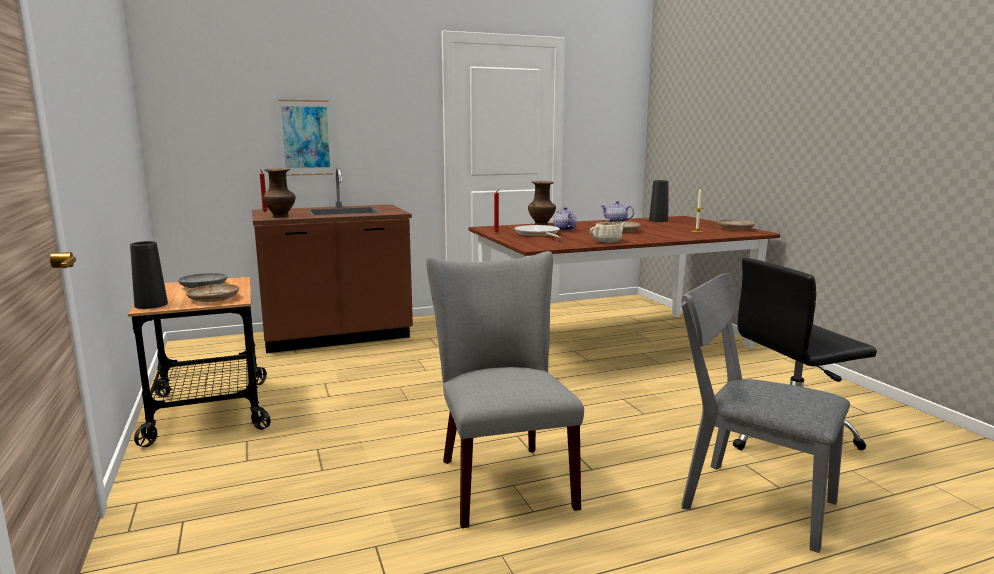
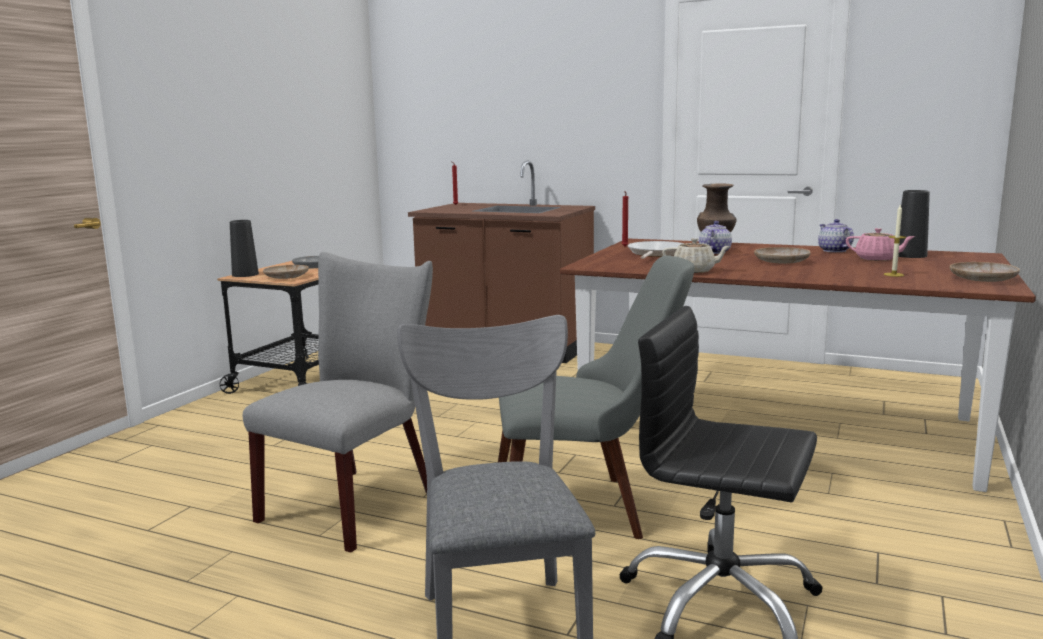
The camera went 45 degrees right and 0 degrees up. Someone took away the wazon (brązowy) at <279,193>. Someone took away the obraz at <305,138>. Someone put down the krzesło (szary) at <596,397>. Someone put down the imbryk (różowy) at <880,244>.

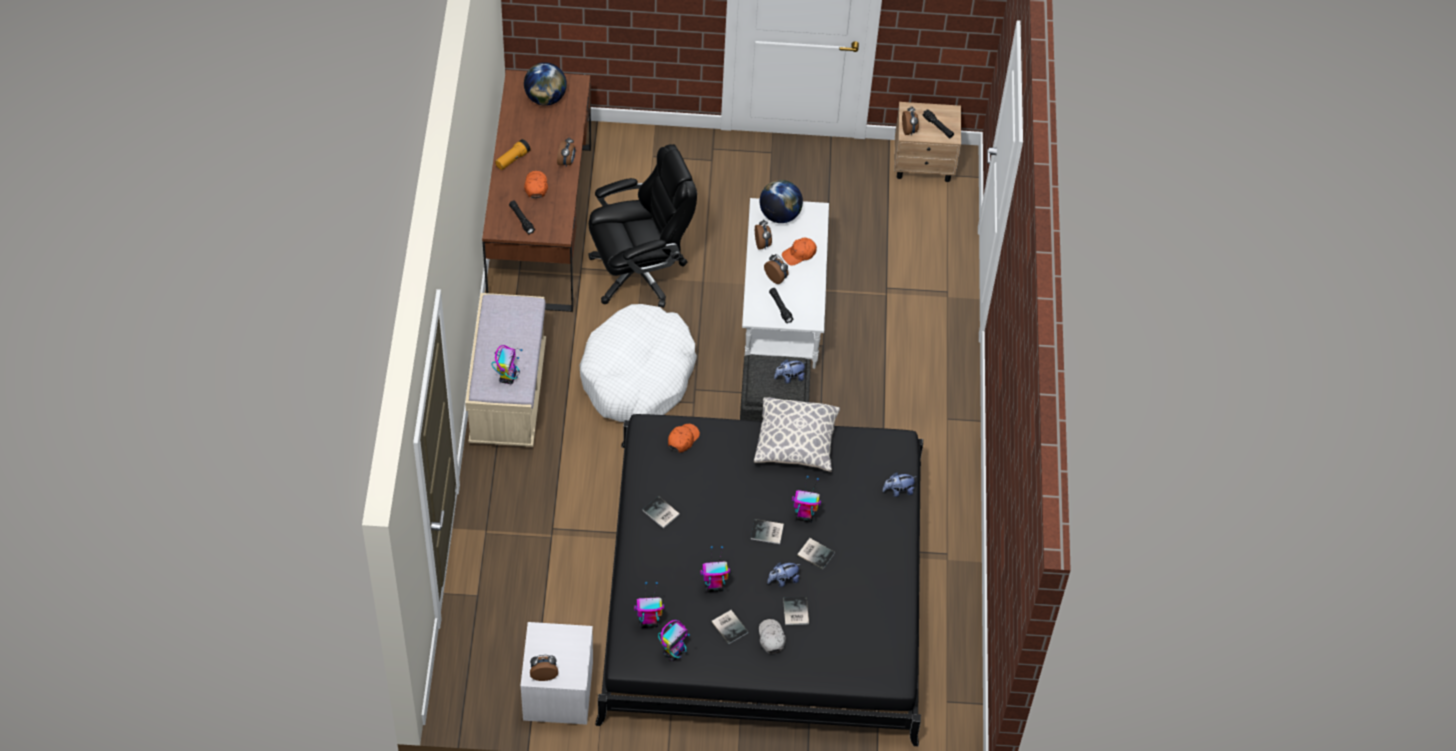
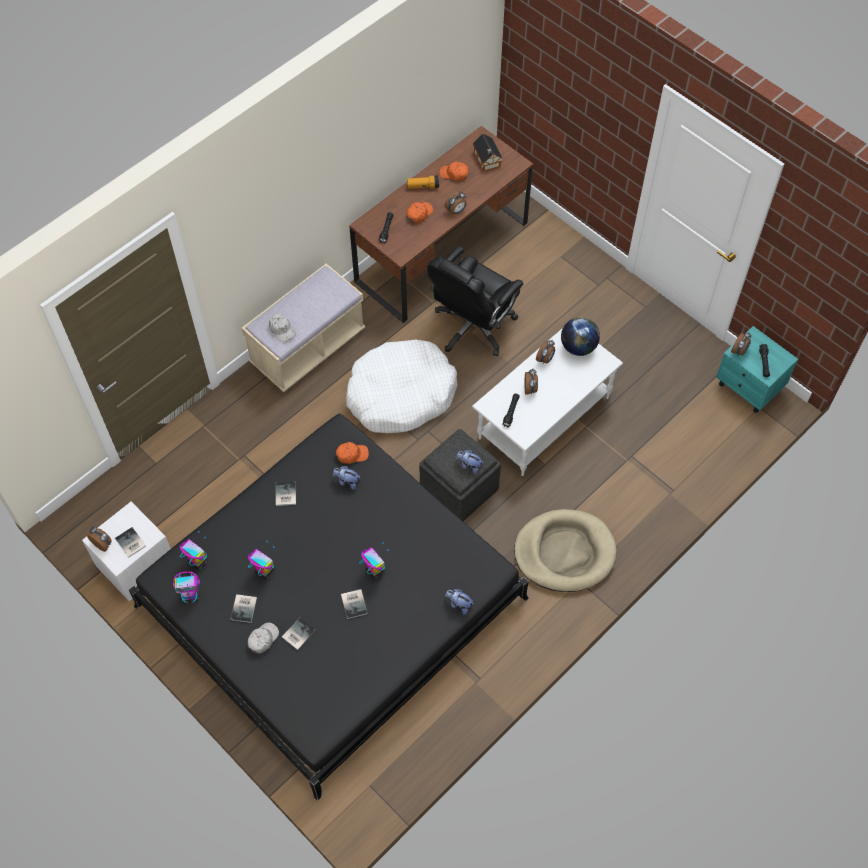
The camera went 45 degrees right and 5 degrees up. Someone took away the poduszka at <797,434>. Someone put down the legowisko (beżowy) at <565,550>. Someone carried the książka from <767,531> to <130,542>. Someone carried the pluszak from <783,575> to <346,478>. Someone carried the czapka z daszkiem (pomarańczowy) from <799,251> to <454,171>. Someone swapped the robot zabawkowy at <507,364> for the czapka z daszkiem (biały) at <282,328>. Someone swapped the globus at <545,84> for the domek at <488,152>. Someone repainted the szafka nocna (beżowy) at <927,142>, which became the szafka nocna (turkusowy) at <757,369>. Someone rotated the krzesło biurowe (czarny) at <642,226> by 105 degrees clockwise.

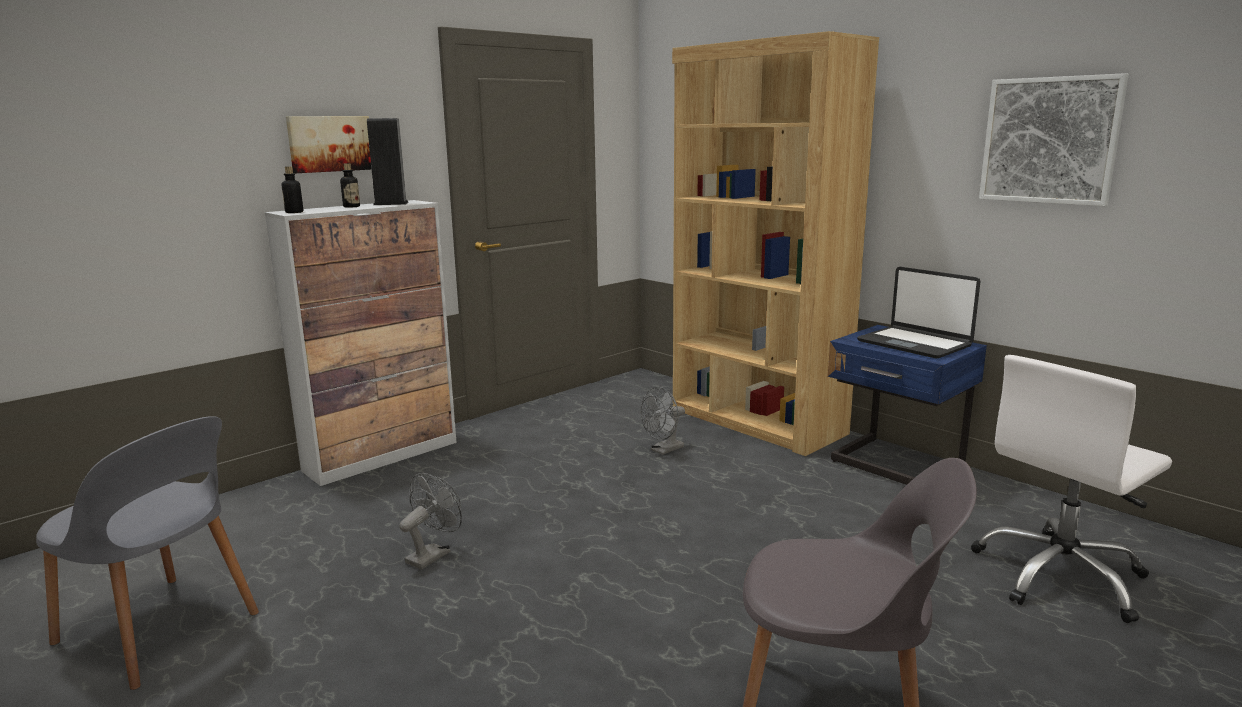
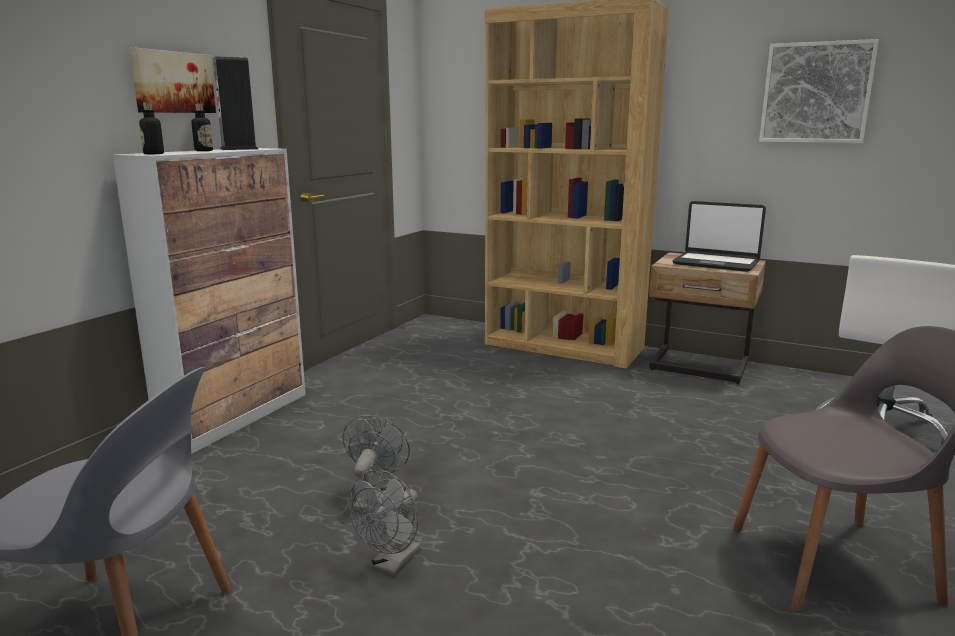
The camera went 20 degrees left and 0 degrees up. Someone carried the wentylator (szary) from <662,421> to <385,522>. Someone repainted the szafka nocna (niebieski) at <907,405>, which became the szafka nocna (beżowy) at <707,318>.

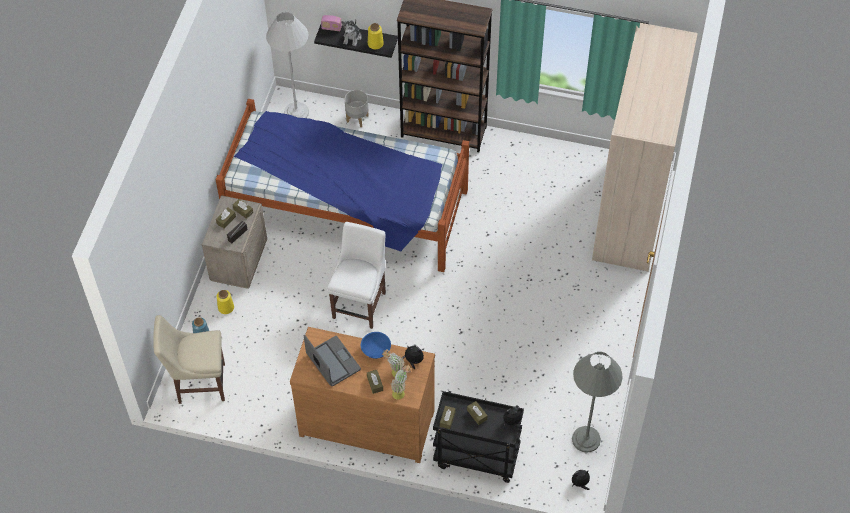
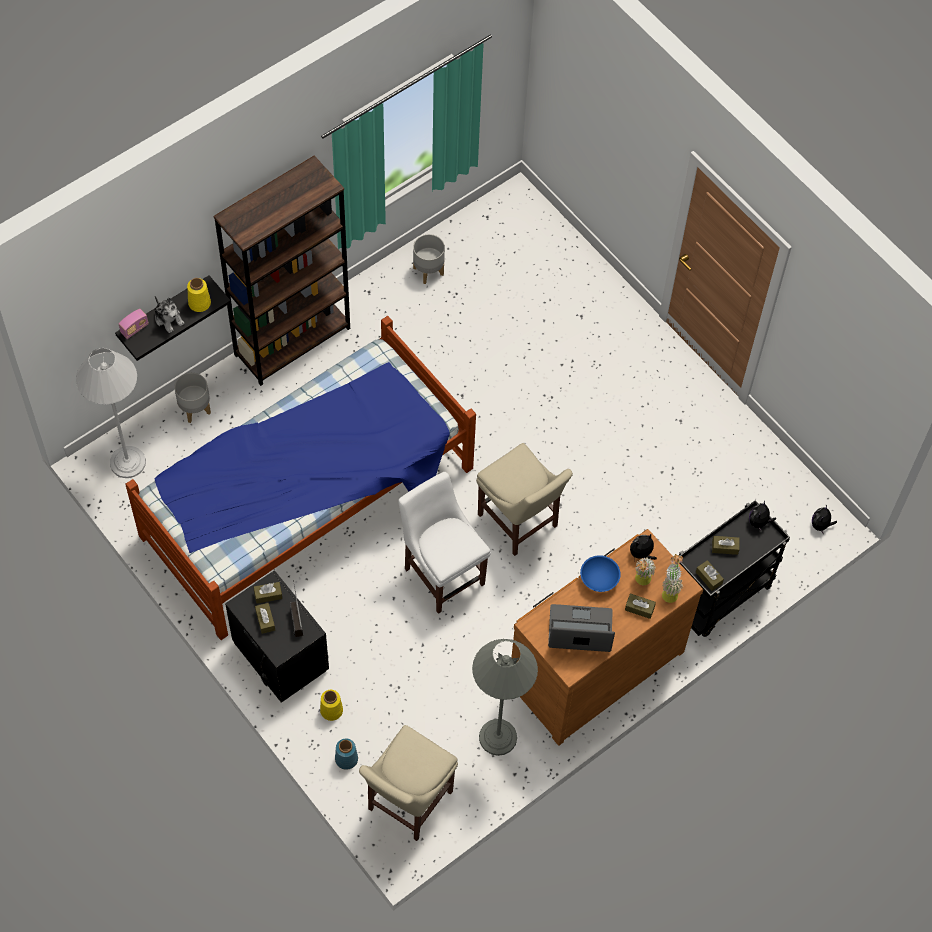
The camera went 55 degrees left and 5 degrees up. Someone took away the szafa (beżowy) at <645,147>. Someone put down the donica (szary) at <429,259>. Someone put down the krzesło (beżowy) at <524,499>. Someone carried the lampa stojąca (szary) from <597,402> to <505,697>. Someone repainted the szafka nocna (beżowy) at <234,242>, which became the szafka nocna (czarny) at <277,636>.

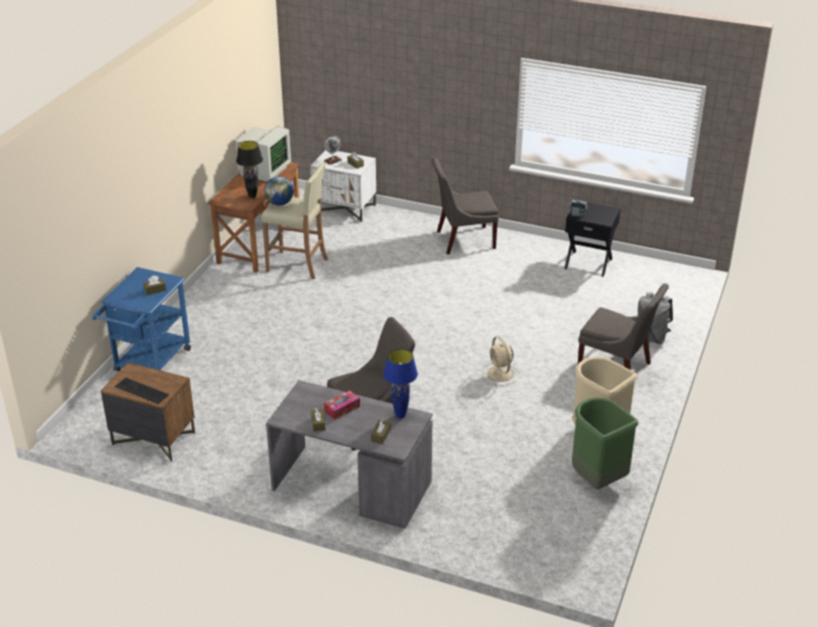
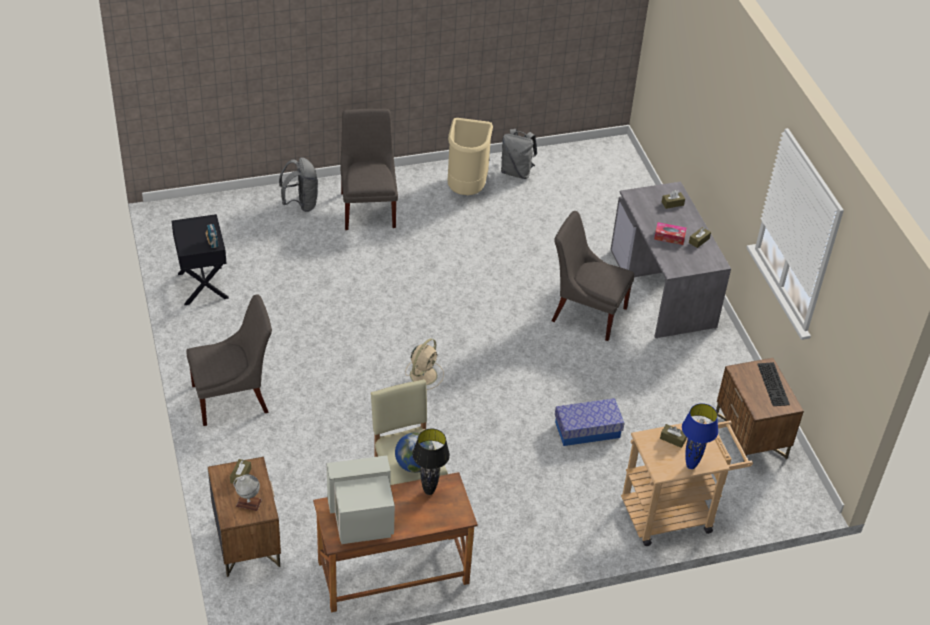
The camera went 130 degrees left and 10 degrees up. Someone put down the pojemnik do przechowywania at <590,422>. Someone carried the lampa stołowa (niebieski) from <400,384> to <700,436>. Someone carried the wentylator (beżowy) from <501,361> to <424,364>. Someone swapped the kosz na śmieci (zielony) at <605,443> for the plecak (szary) at <519,154>. Someone repainted the wózek (niebieski) at <141,319>, which became the wózek (beżowy) at <687,482>. Someone repainted the szafka nocna (biały) at <343,186>, which became the szafka nocna (brązowy) at <244,517>. Someone rotated the krzesło (szary) at <465,206> by 60 degrees counterclockwise.

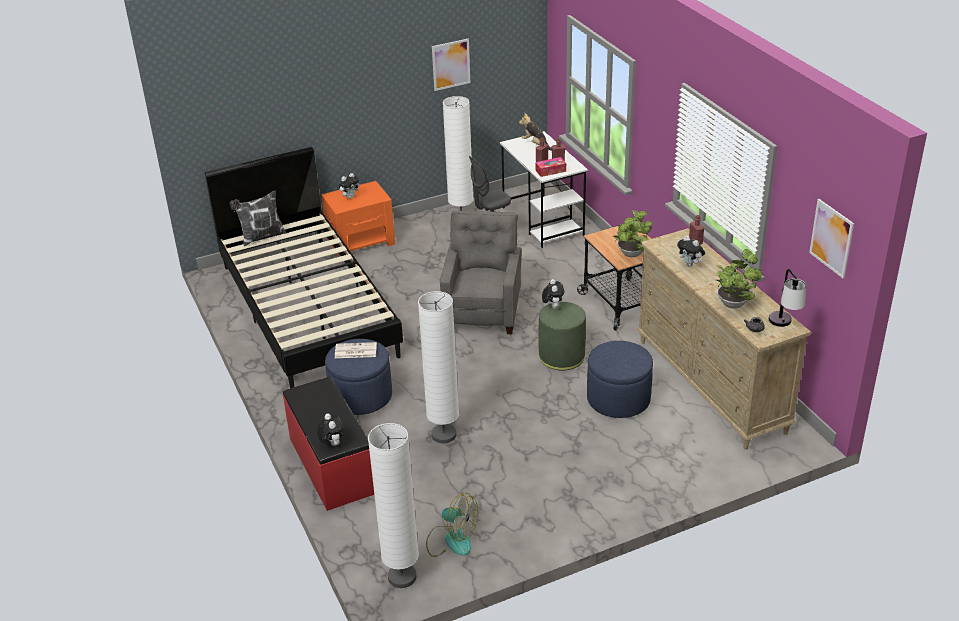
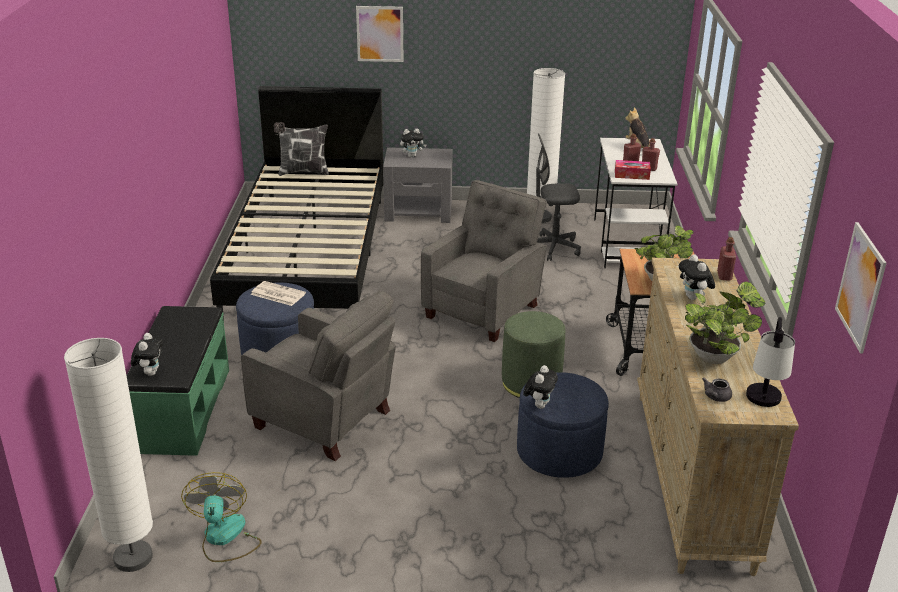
The camera went 25 degrees right and 5 degrees down. Someone carried the obraz from <451,65> to <379,34>. Someone carried the pluszak from <553,294> to <540,387>. Someone swapped the lampa stojąca (biały) at <438,367> for the fotel (szary) at <318,375>. Someone repainted the ławka (czerwony) at <328,443>, which became the ławka (zielony) at <177,381>. Someone repainted the szafka nocna (pomarańczowy) at <358,219>, which became the szafka nocna (szary) at <418,185>. Someone rotated the wentylator at <452,525> by 150 degrees counterclockwise.

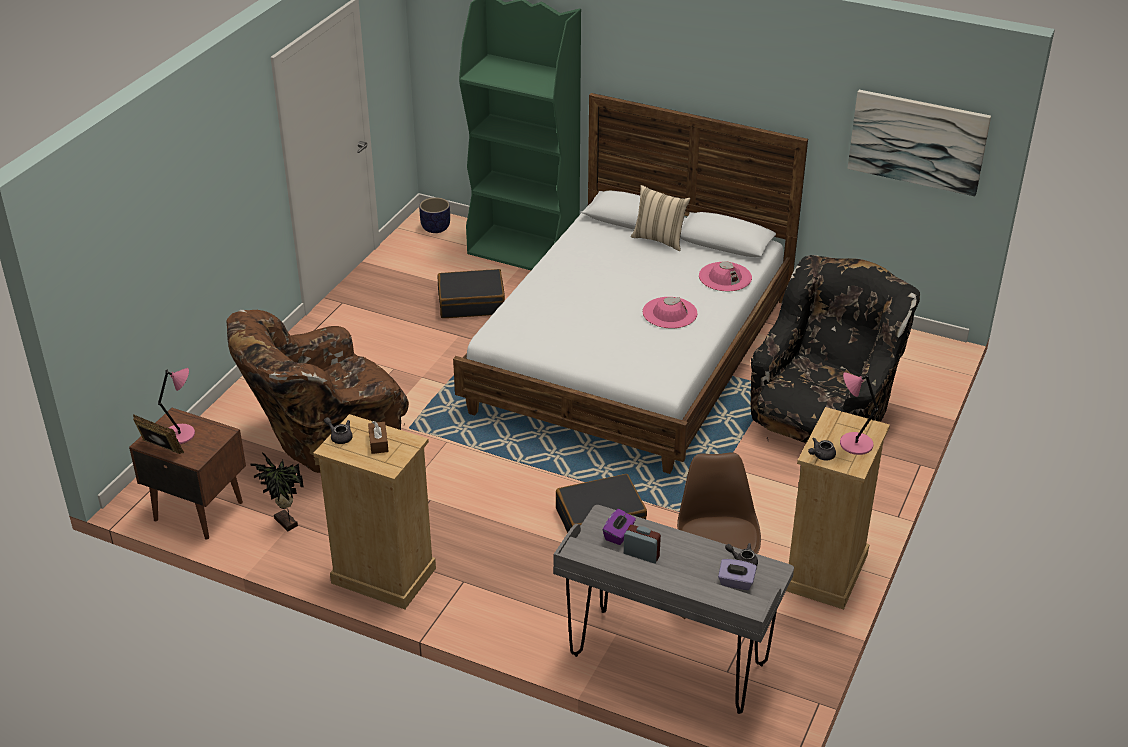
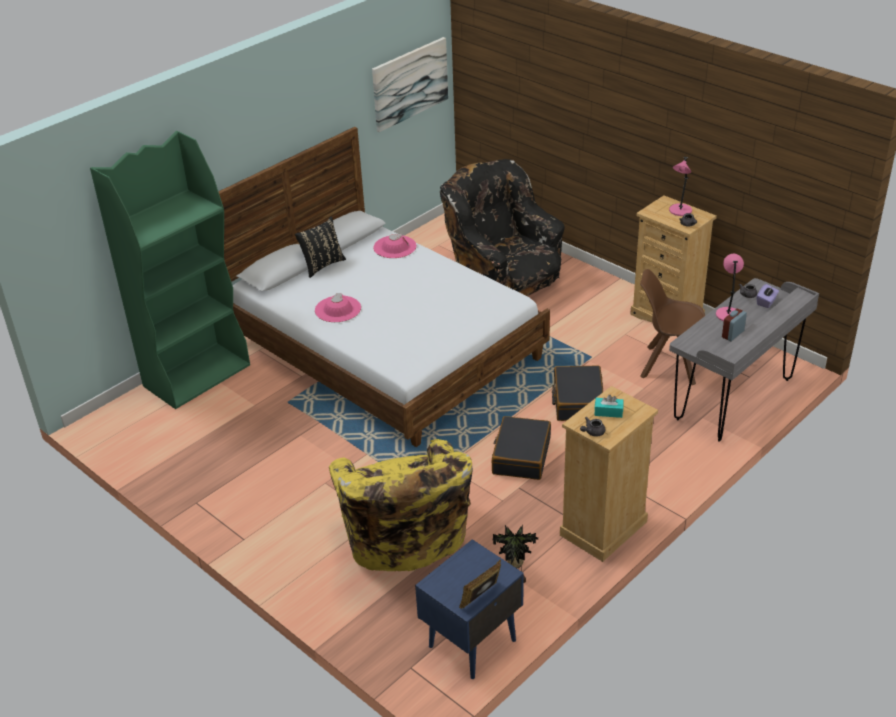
The camera went 70 degrees left and 0 degrees up. Someone took away the donica at <434,215>. Someone took away the pudełko chusteczek (fioletowy) at <619,527>. Someone carried the lampa stołowa (różowy) from <176,406> to <730,287>. Someone carried the walizka (czarny) from <471,293> to <521,448>. Someone carried the kapelusz (różowy) from <670,312> to <338,307>. Someone repainted the szafka nocna (brązowy) at <187,474>, which became the szafka nocna (niebieski) at <469,609>. Someone repainted the fotel (brązowy) at <317,391>, which became the fotel (żółty) at <401,505>. Someone repainted the pudełko chusteczek (brązowy) at <378,437>, which became the pudełko chusteczek (turkusowy) at <608,406>. Someone repainted the poduszka (beżowy) at <660,218>, which became the poduszka (czarny) at <320,247>.

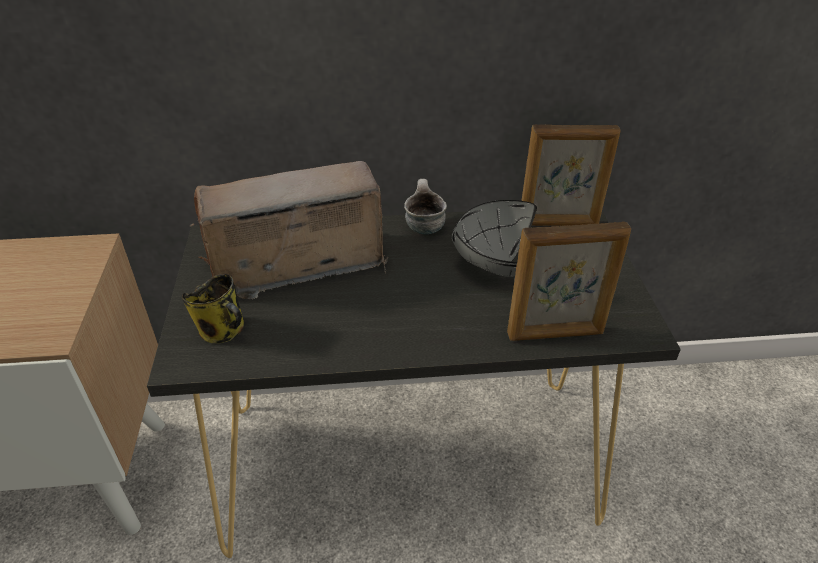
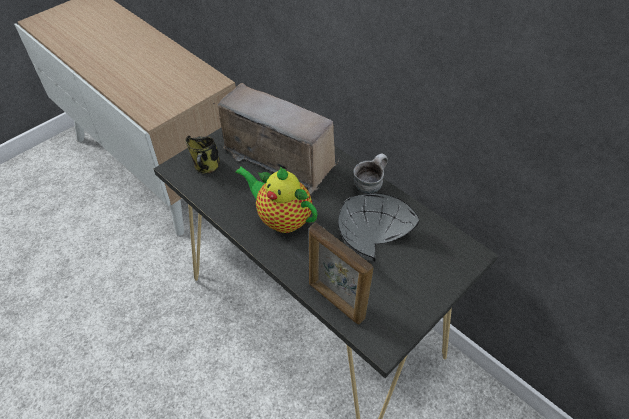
The camera went 50 degrees right and 10 degrees up. Someone took away the ramka na zdjęcie at <571,175>. Someone put down the imbryk at <276,199>.

